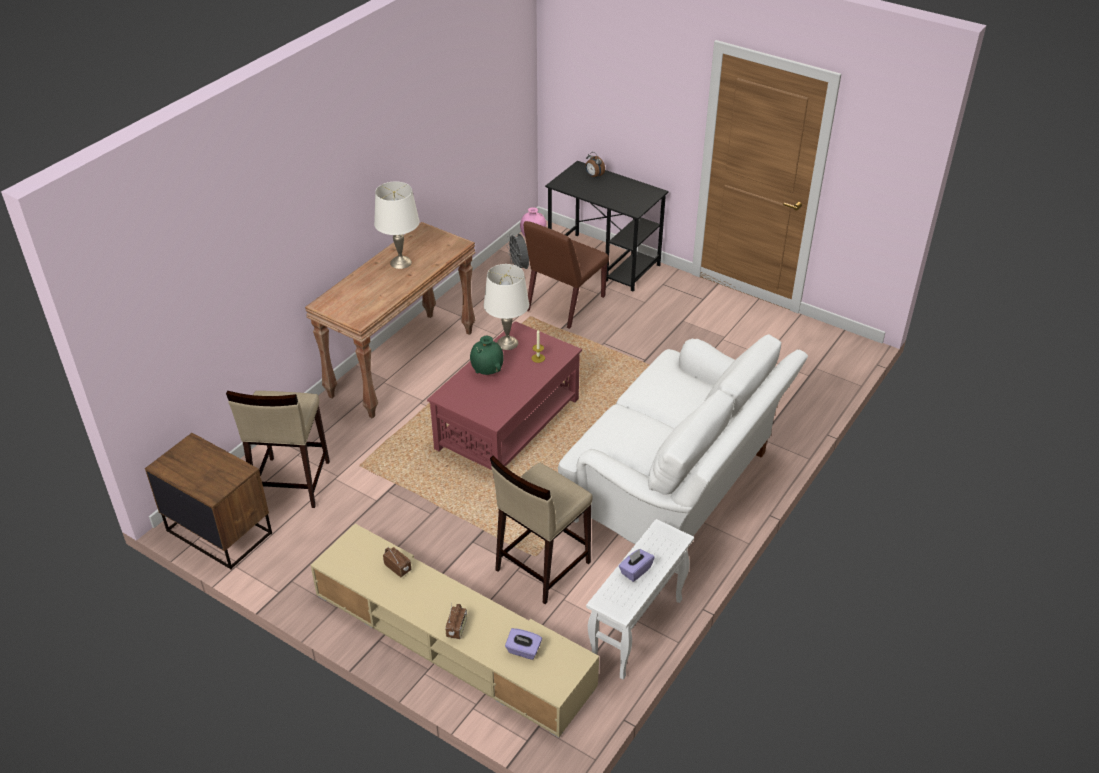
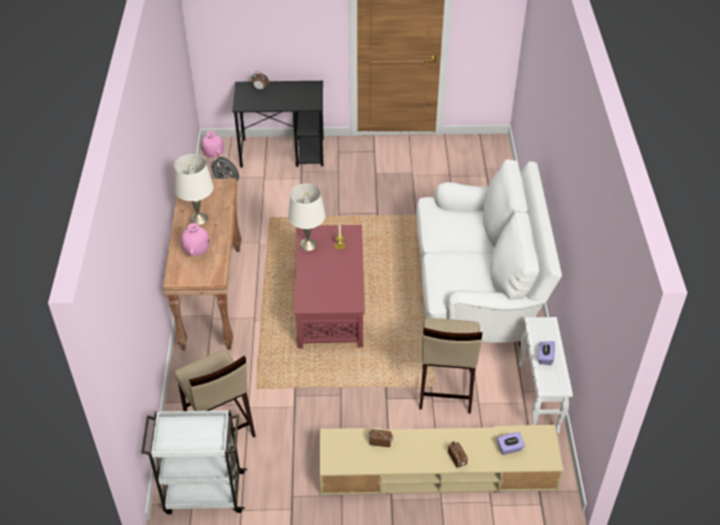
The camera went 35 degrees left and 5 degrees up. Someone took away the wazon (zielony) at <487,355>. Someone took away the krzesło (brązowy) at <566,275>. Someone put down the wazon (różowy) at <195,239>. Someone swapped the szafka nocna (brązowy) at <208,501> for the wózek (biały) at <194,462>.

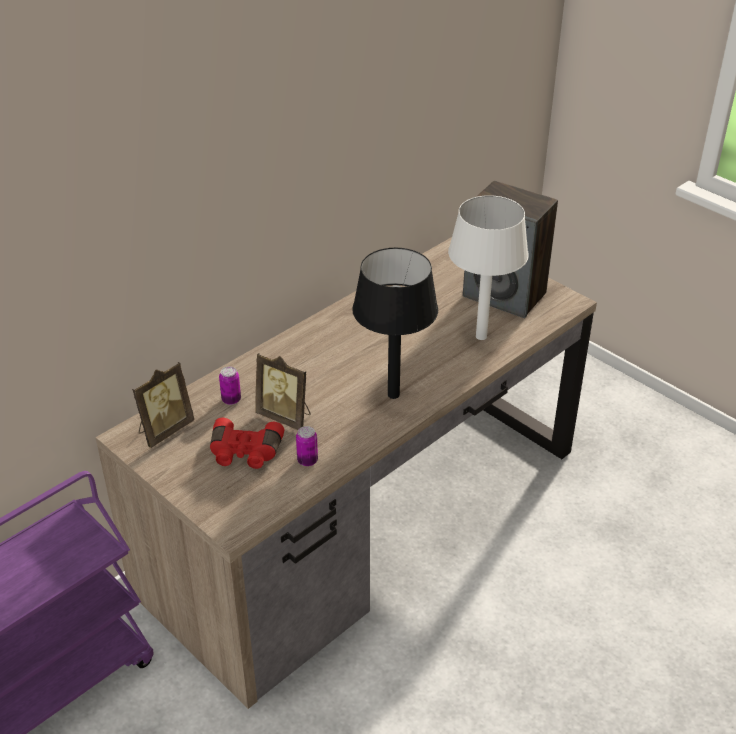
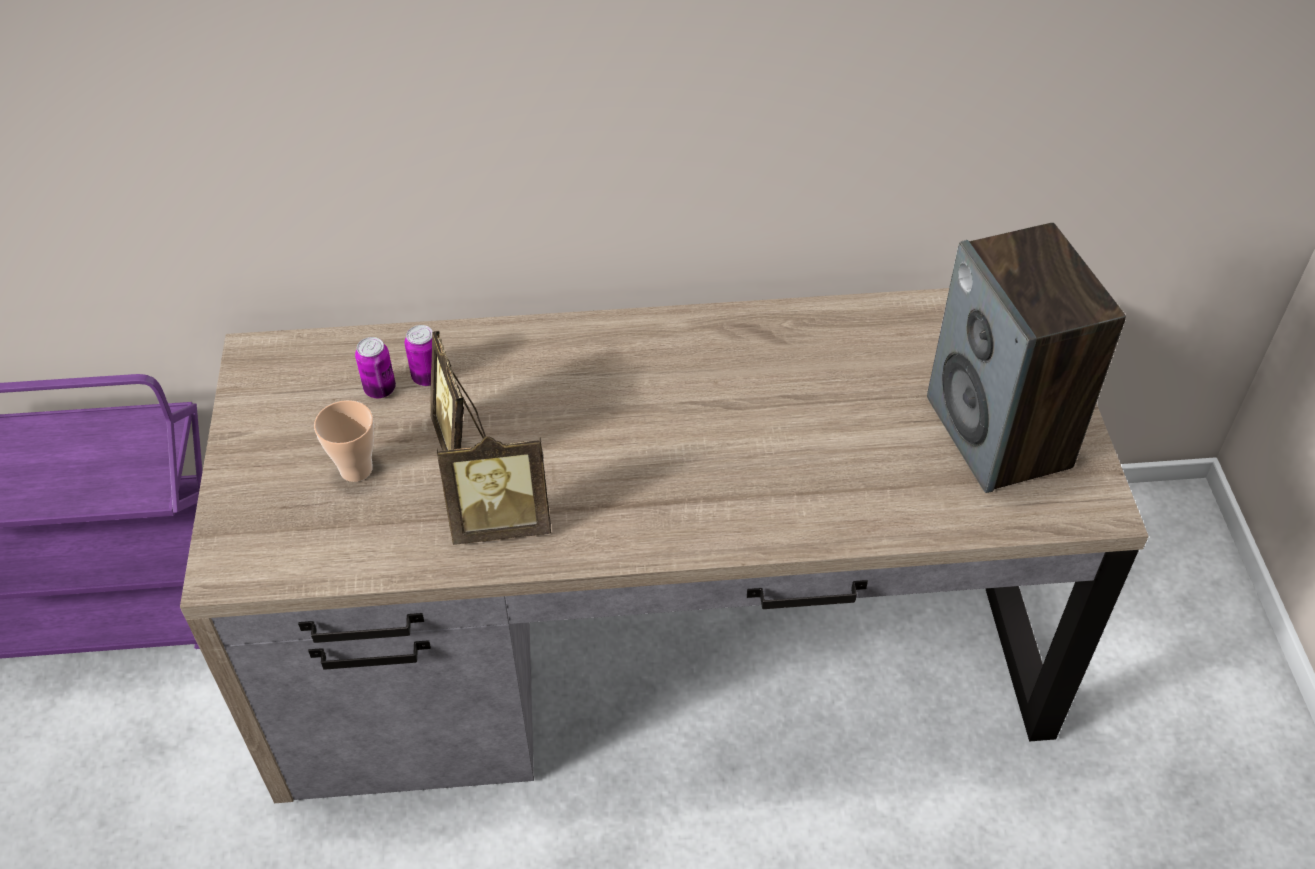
The camera went 40 degrees right and 10 degrees up. Someone took away the lampa stołowa (czarny) at <395,323>. Someone took away the lampa stołowa (biały) at <488,267>. Someone carried the ramka na zdjęcie from <163,405> to <494,490>. Someone carried the puszka from <307,446> to <375,367>. Someone swapped the lornetka (czerwony) at <247,443> for the filiżanka at <344,441>.

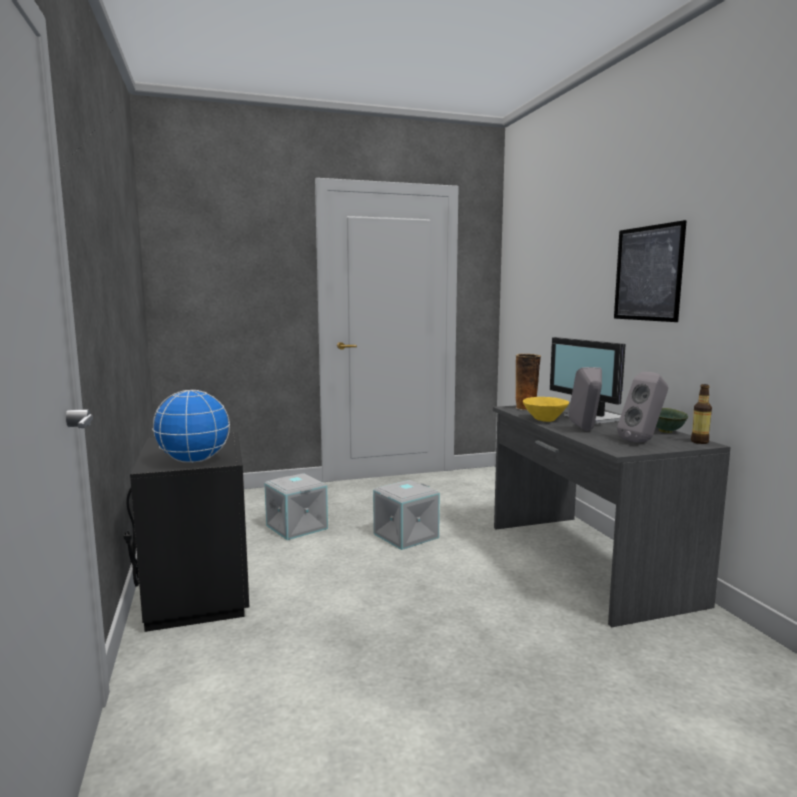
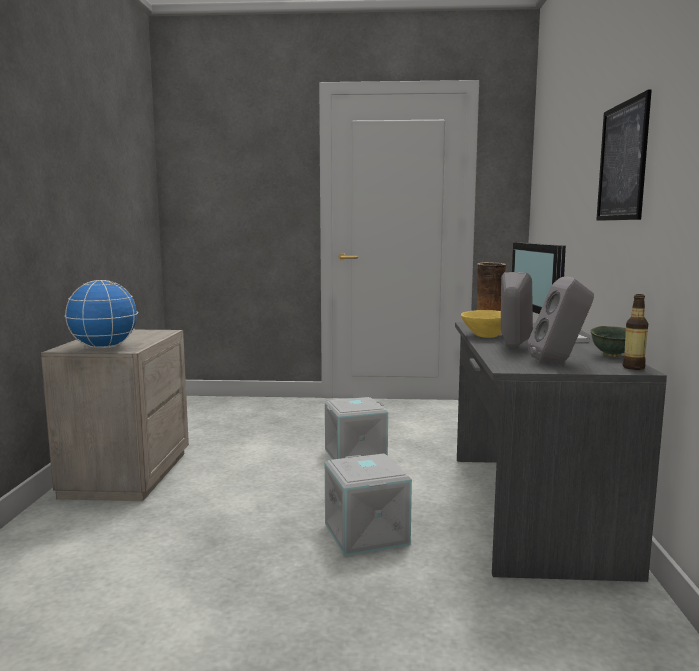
The camera went 20 degrees right and 0 degrees up. Someone carried the pojemnik do przechowywania (szary) from <296,506> to <368,505>. Someone repainted the szafka nocna (czarny) at <186,532>, which became the szafka nocna (beżowy) at <115,415>.

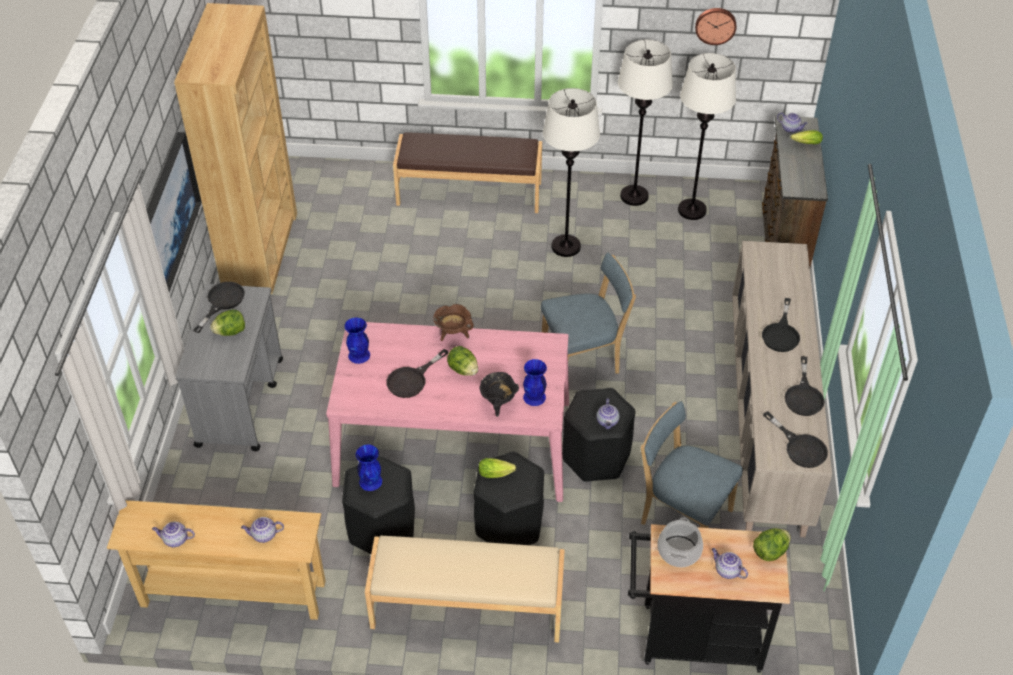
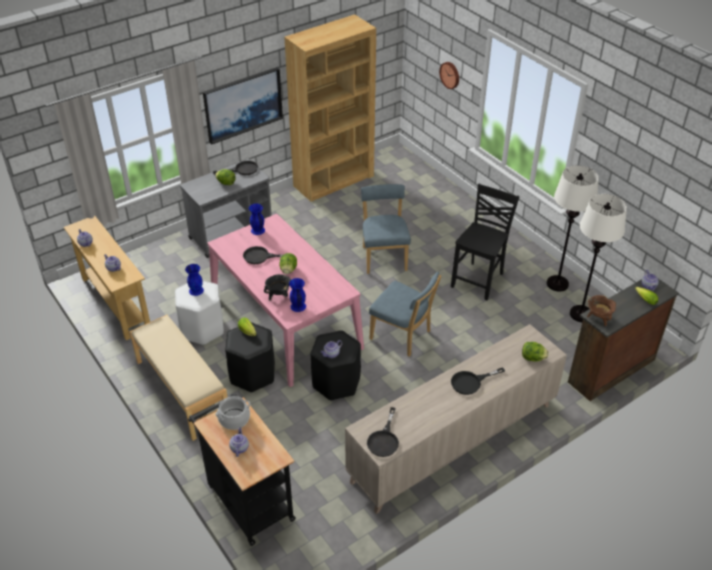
The camera went 50 degrees right and 5 degrees down. Someone took away the ławka (brązowy) at <467,172>. Someone took away the patelnia (czarny) at <805,386>. Someone carried the garnek (brązowy) from <453,322> to <601,311>. Someone carried the krzesło (niebieski) from <692,464> to <386,229>. Someone carried the zegar ścienny from <715,26> to <449,75>. Someone carried the sałata from <772,544> to <535,352>. Someone swapped the lampa stojąca (biały) at <571,172> for the krzesło (czarny) at <485,241>. Someone repainted the stołek (czarny) at <378,505>, which became the stołek (biały) at <199,312>.

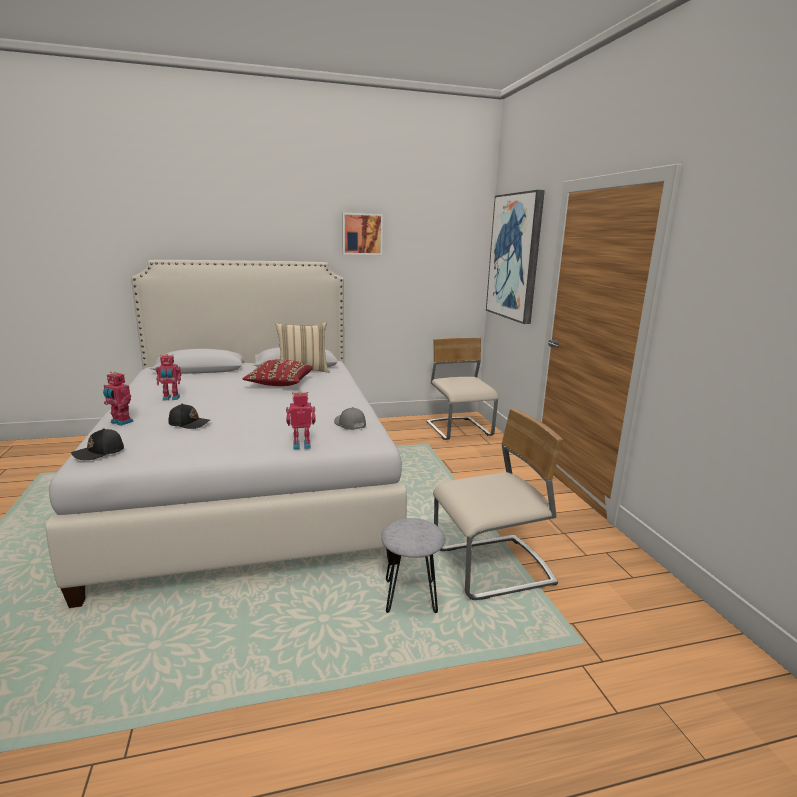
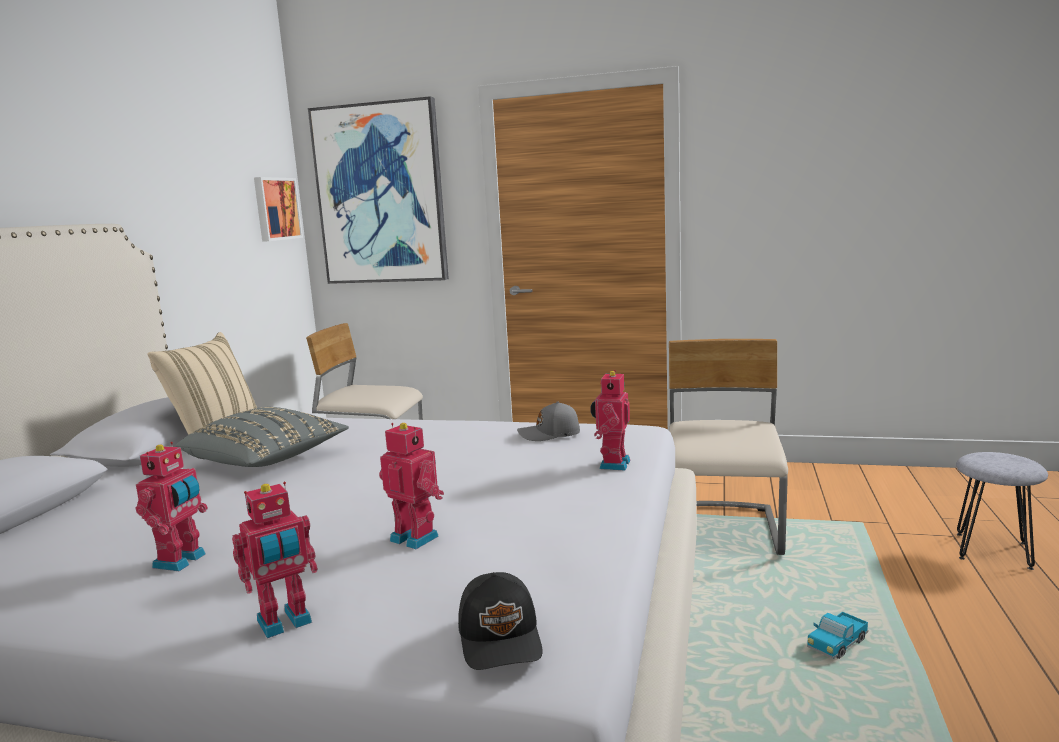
The camera went 60 degrees left and 5 degrees down. Someone put down the ciężarówka zabawkowa at <837,635>. Someone carried the obraz from <362,234> to <278,209>. Someone carried the stołek (szary) from <413,565> to <1002,511>. Someone swapped the czapka z daszkiem (czarny) at <189,416> for the robot zabawkowy at <411,486>. Someone repainted the poduszka (czerwony) at <277,373>, which became the poduszka (szary) at <262,437>.

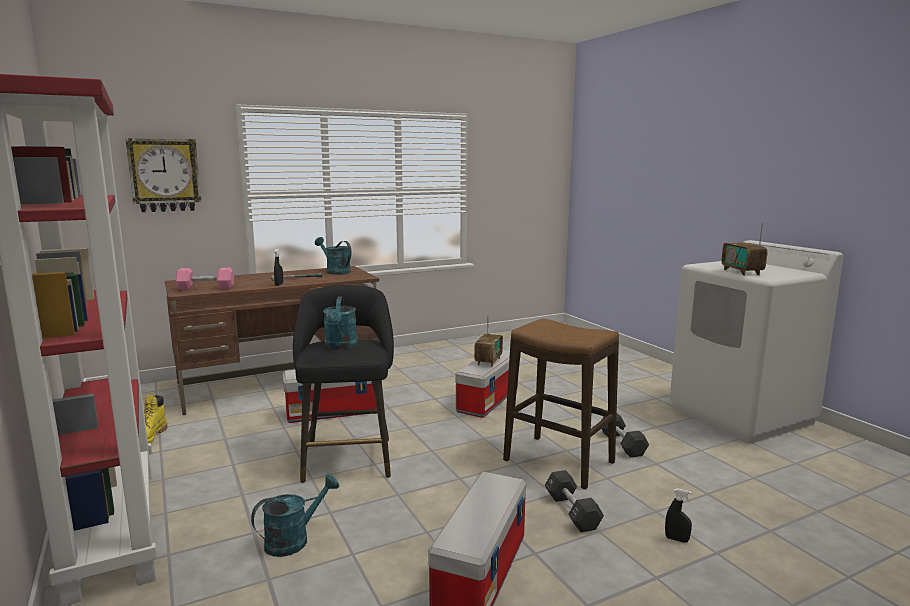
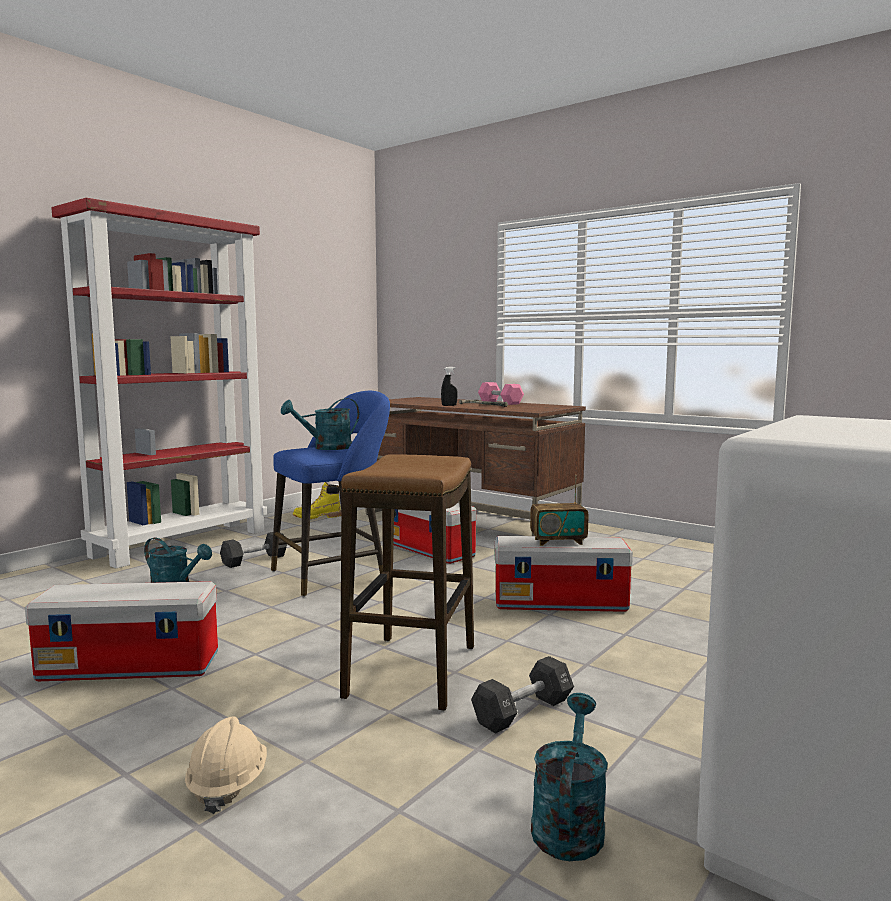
The camera went 65 degrees right and 5 degrees down. Someone took away the zegar ścienny at <163,175>. Someone took away the radio at <744,249>. Someone carried the hantel (różowy) from <204,279> to <501,393>. Someone carried the konewka (turkusowy) from <333,256> to <569,777>. Someone carried the hantel (czarny) from <574,501> to <253,550>. Someone swapped the spryskiwacz (czarny) at <678,515> for the kask (beżowy) at <226,765>. Someone repainted the stołek (czarny) at <343,384>, which became the stołek (niebieski) at <330,494>.

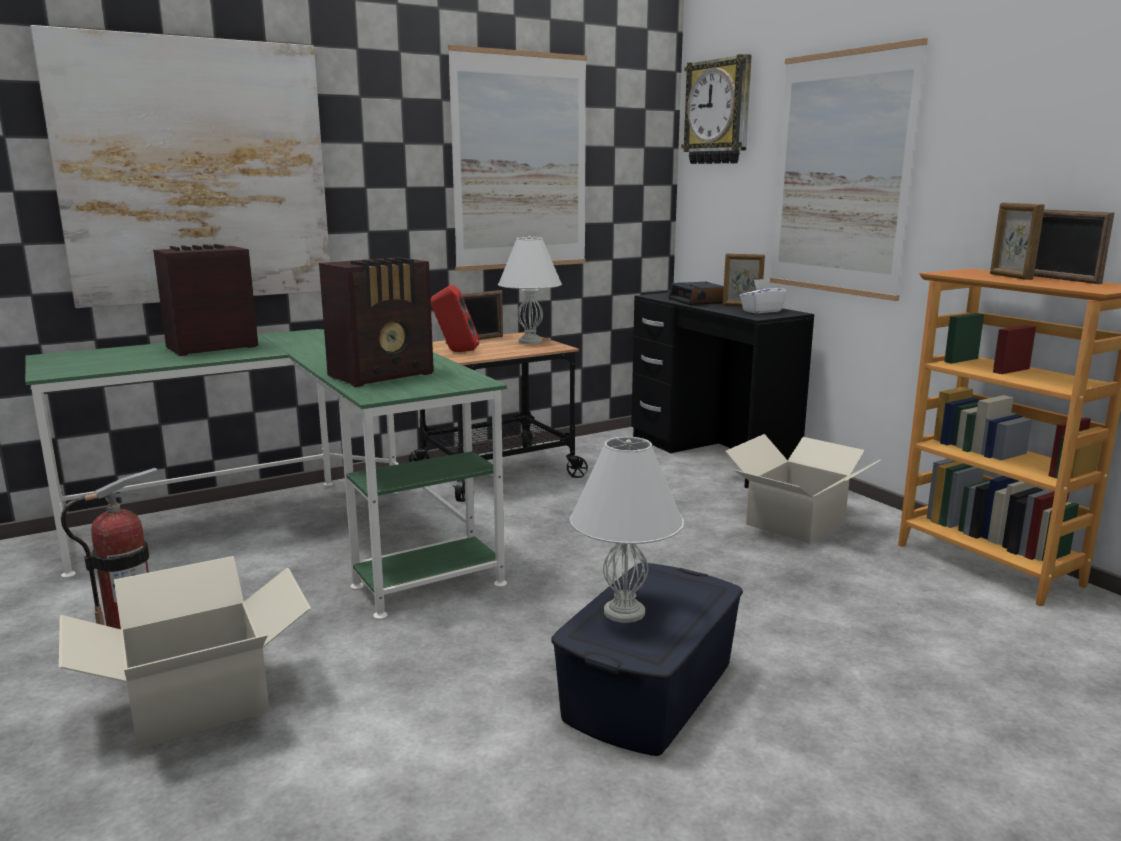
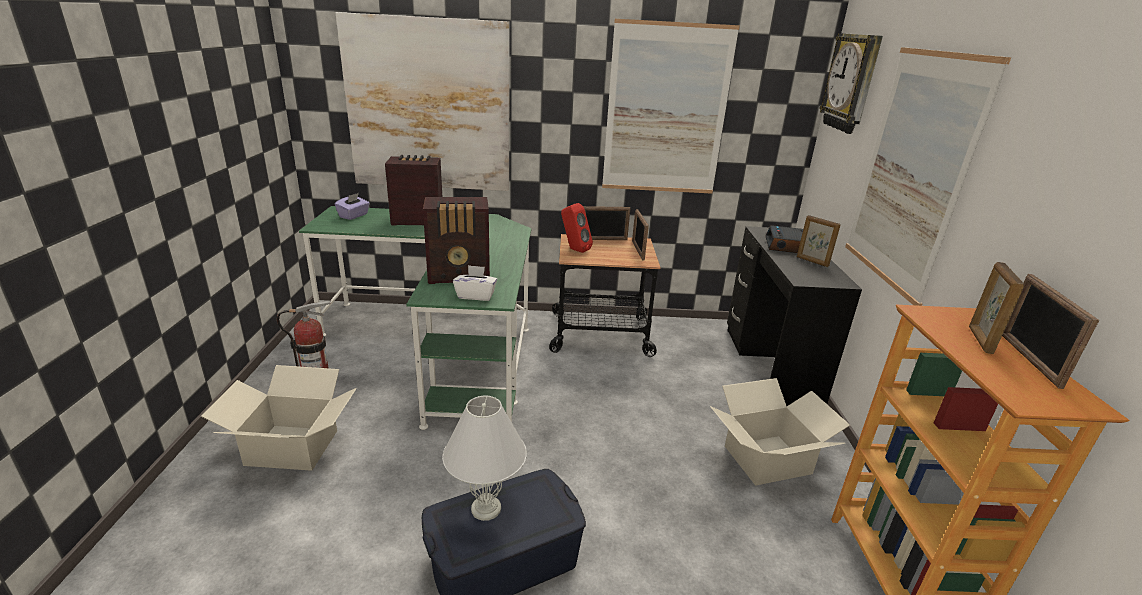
The camera went 30 degrees right and 10 degrees up. Someone put down the pudełko chusteczek (fioletowy) at <352,206>. Someone carried the pudełko chusteczek (biały) from <763,296> to <475,283>. Someone swapped the lampa stołowa (biały) at <530,290> for the ramka na zdjęcie at <640,235>.

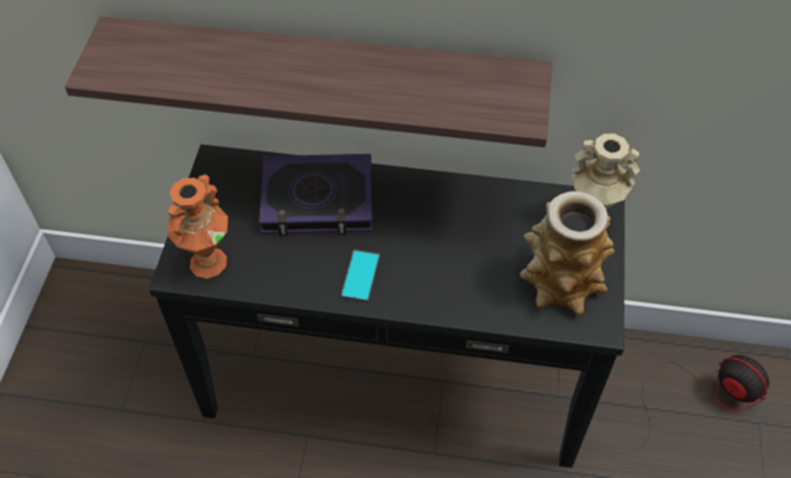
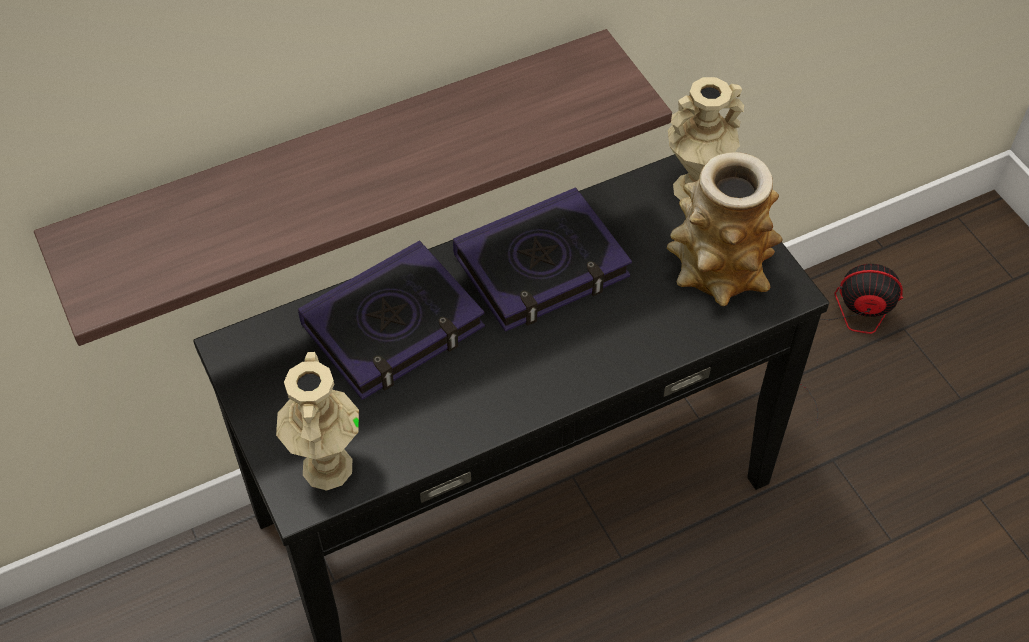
The camera went 35 degrees left and 0 degrees up. Someone took away the telefon at <360,275>. Someone put down the książka at <542,259>. Someone repainted the wazon (pomarańczowy) at <197,226>, which became the wazon (beżowy) at <317,421>.

